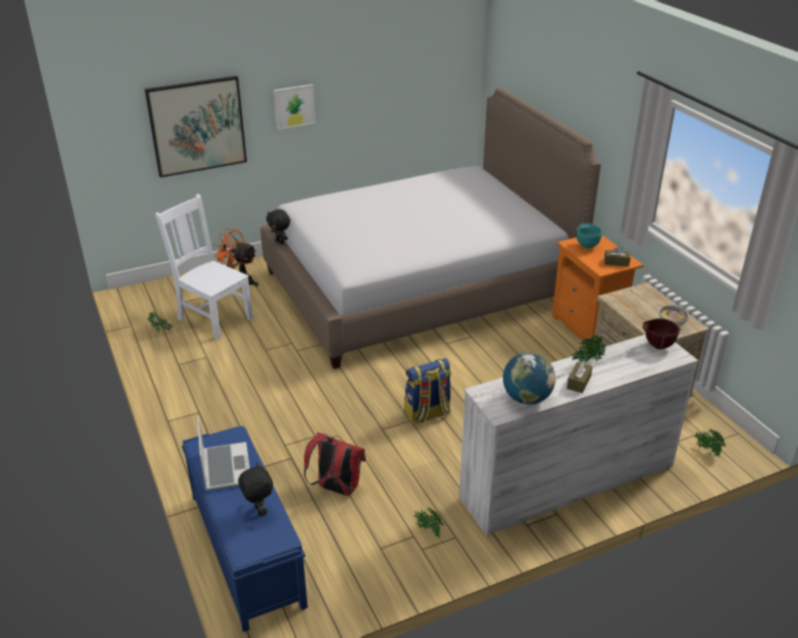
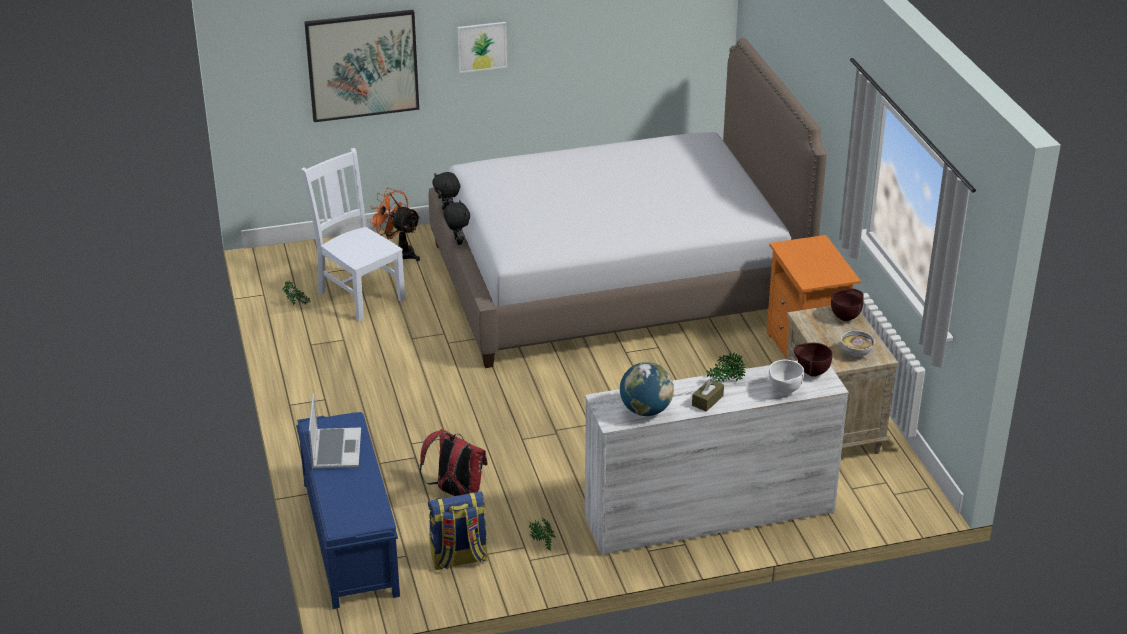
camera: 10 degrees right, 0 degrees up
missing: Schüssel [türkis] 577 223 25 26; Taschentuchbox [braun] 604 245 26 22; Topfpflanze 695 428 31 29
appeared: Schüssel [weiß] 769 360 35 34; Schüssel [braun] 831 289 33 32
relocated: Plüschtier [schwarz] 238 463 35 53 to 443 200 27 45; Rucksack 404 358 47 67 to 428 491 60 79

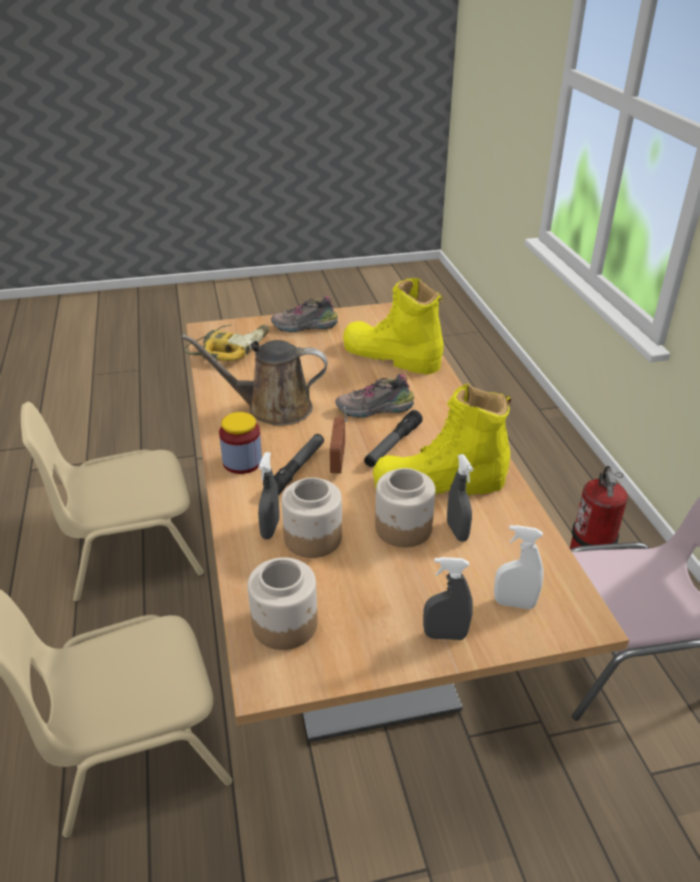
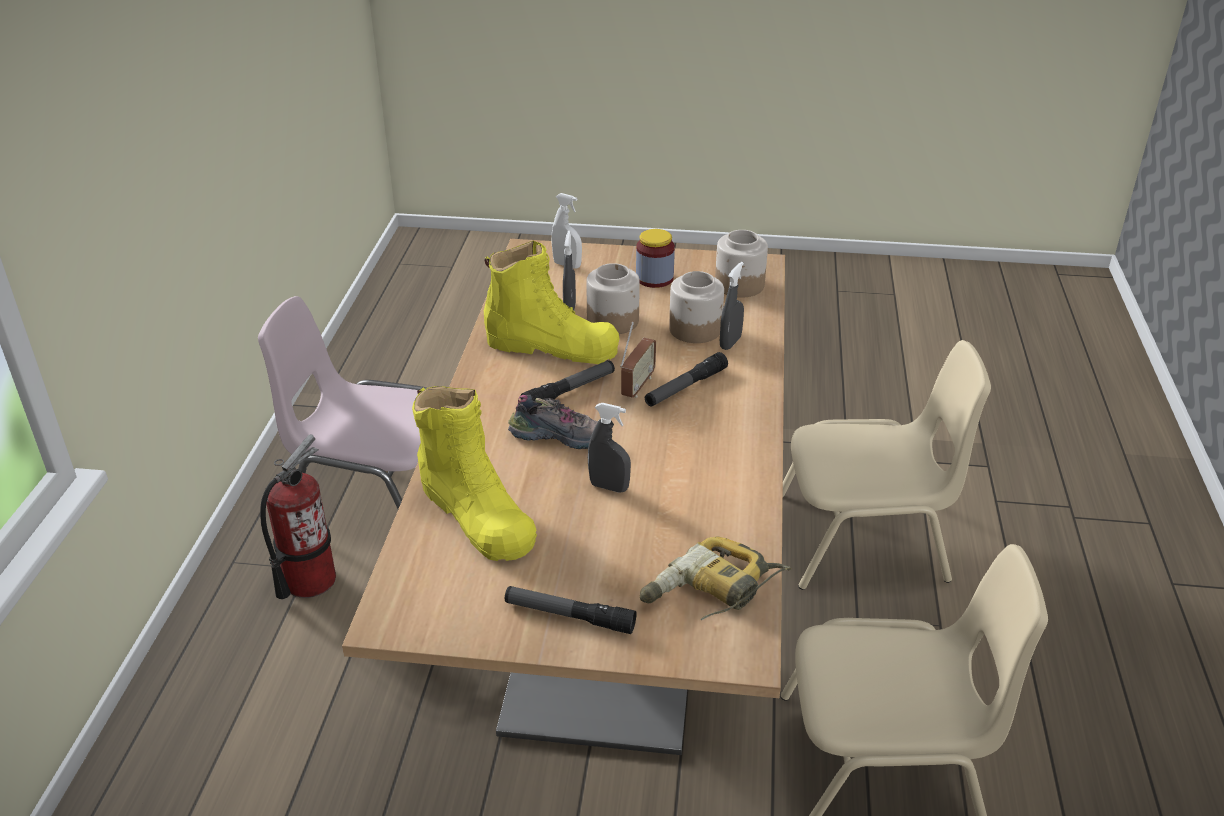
camera: 160 degrees left, 0 degrees up
missing: Gießkanne [braun] 181 335 147 91
relocated: Vorratsglas 219 412 43 62 to 636 229 39 59; Sprühflasche [grau] 423 557 50 83 to 588 403 43 90
exchanged: Schuh 271 296 67 36 to Taschenlampe 505 586 131 48

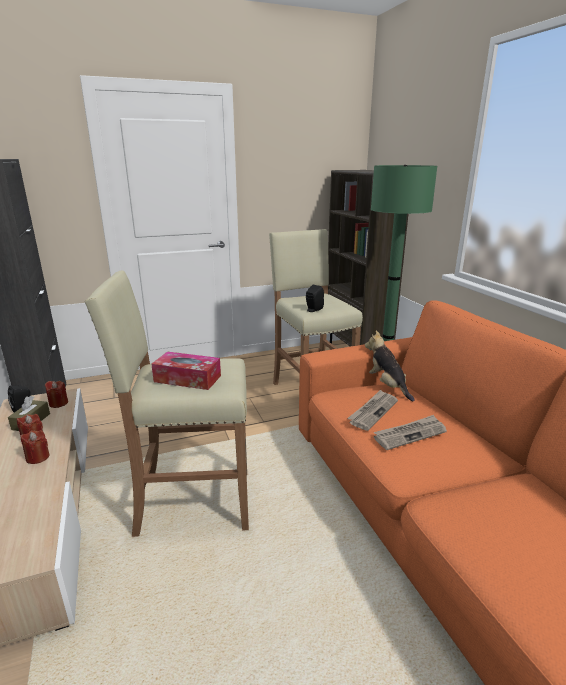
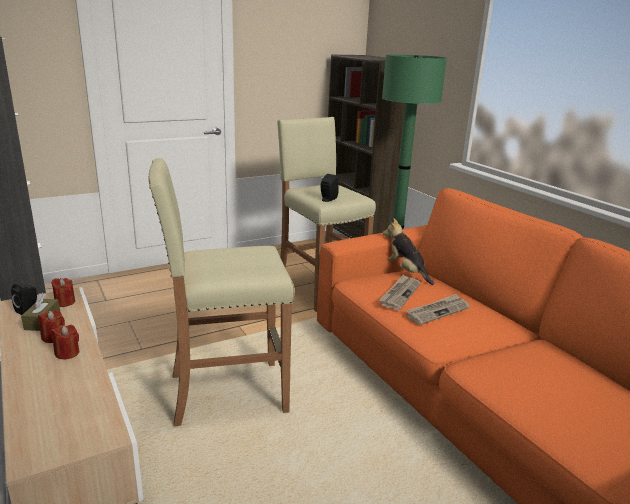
camera: 10 degrees left, 0 degrees up
missing: Taschentuchbox 151 352 70 38

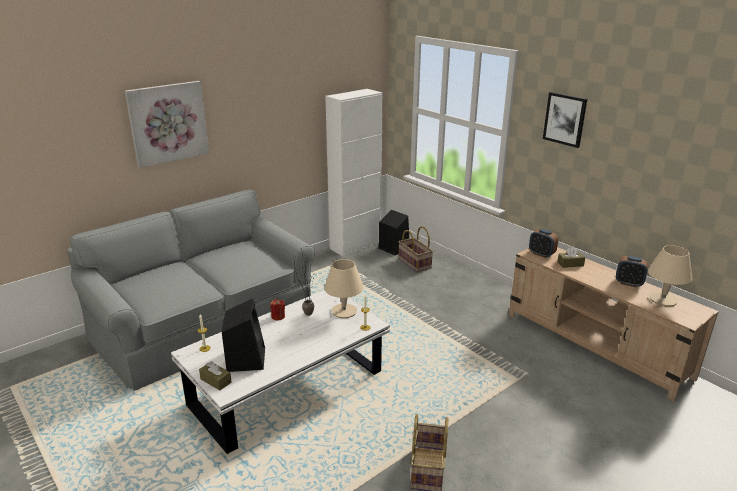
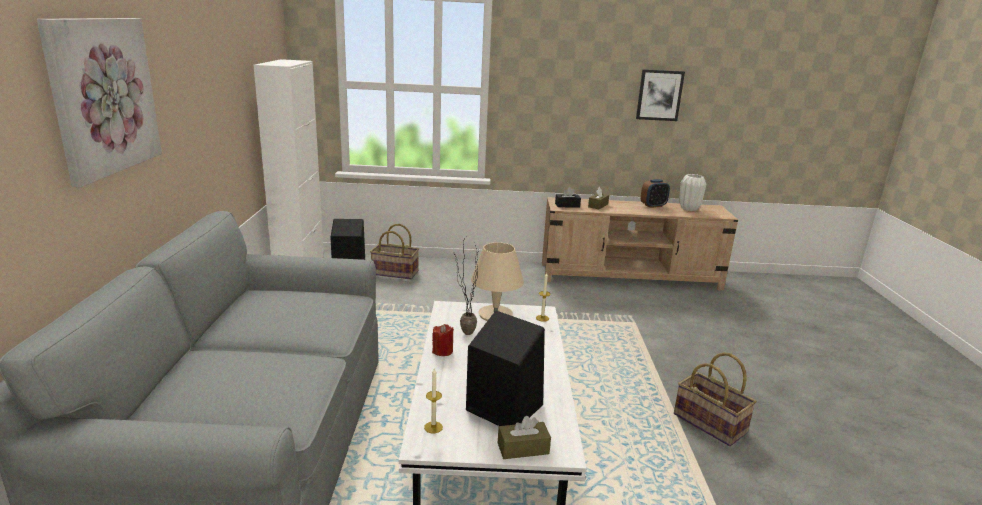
camera: 50 degrees left, 5 degrees down
relocated: Bild 543 92 44 56 to 636 69 49 52
exchanged: Wecker 529 229 29 29 to Taschentuchbox [schwarz] 555 187 26 20; Tischlampe [beige] 648 245 44 62 to Vase [weiß] 679 174 27 37

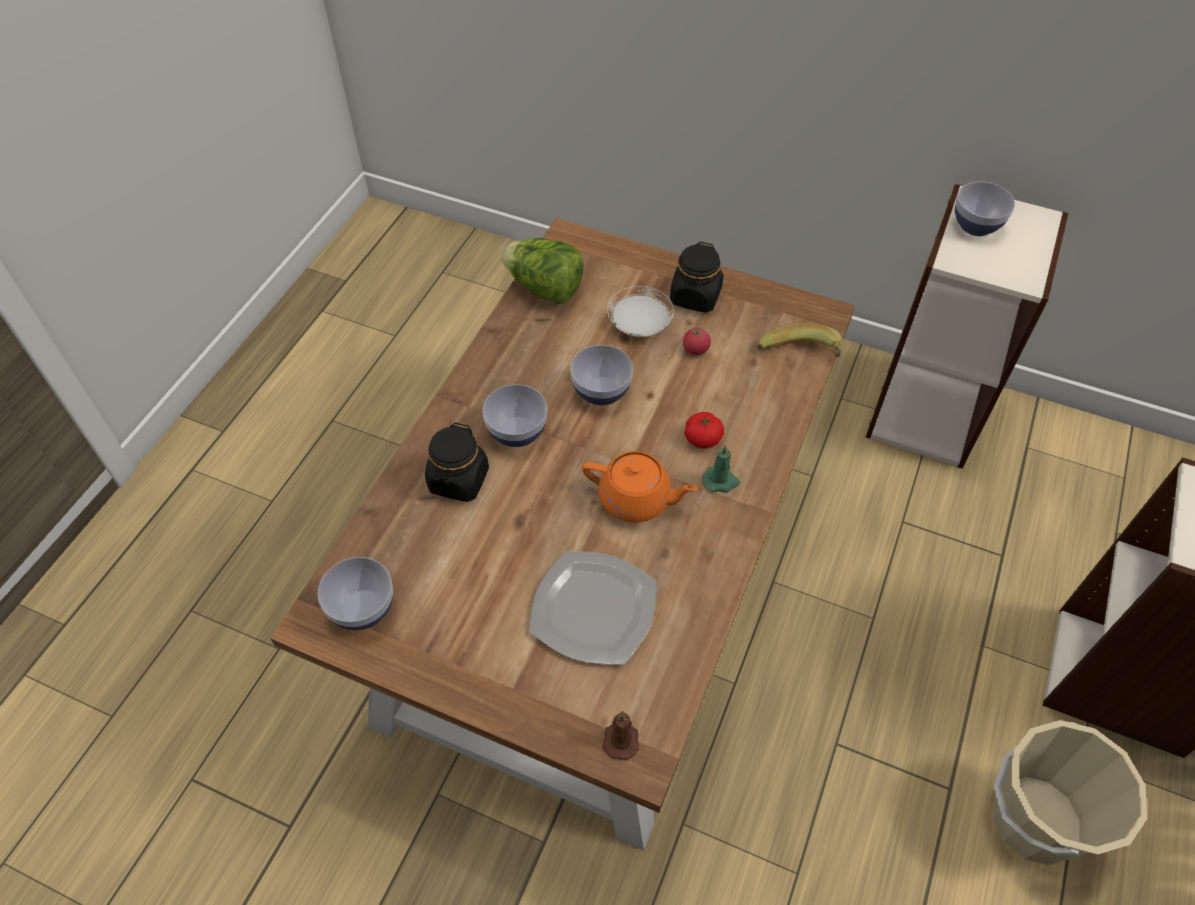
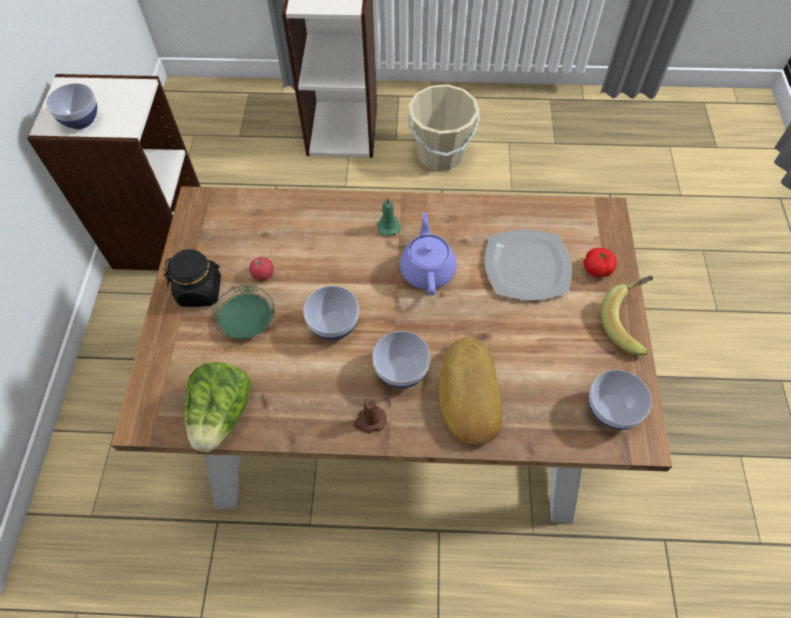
camera: 110 degrees left, 5 degrees up
relocated: Kerze [braun] 602 711 37 49 to 354 399 33 34; Tomate 684 412 40 37 to 584 248 33 30; Banane 757 324 85 34 to 601 276 52 79
exchanged: Vorratsglas [schwarz] 425 422 64 80 to Brot 439 337 63 109
colour: Teekanne [orange] 582 451 116 72 to Teekanne [lila] 400 212 56 83; Teller [weiß] 607 286 67 51 to Teller [grün] 212 286 62 53

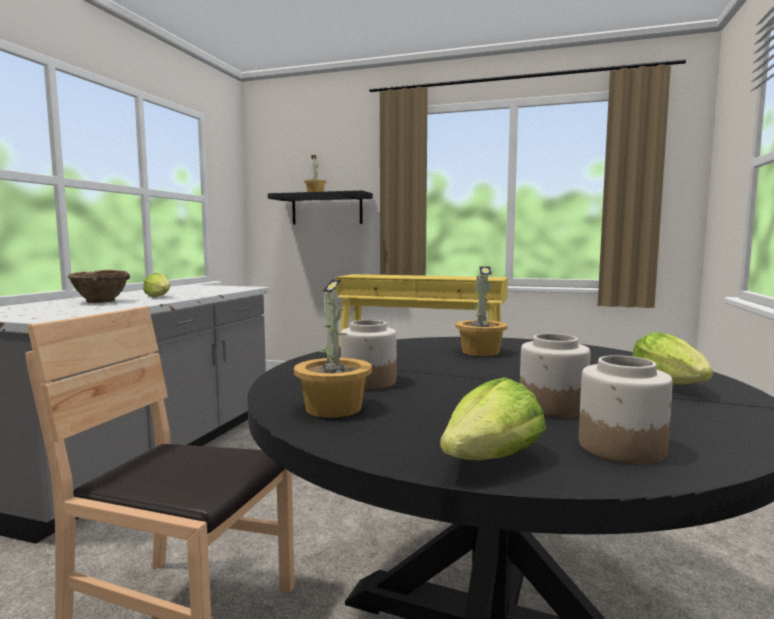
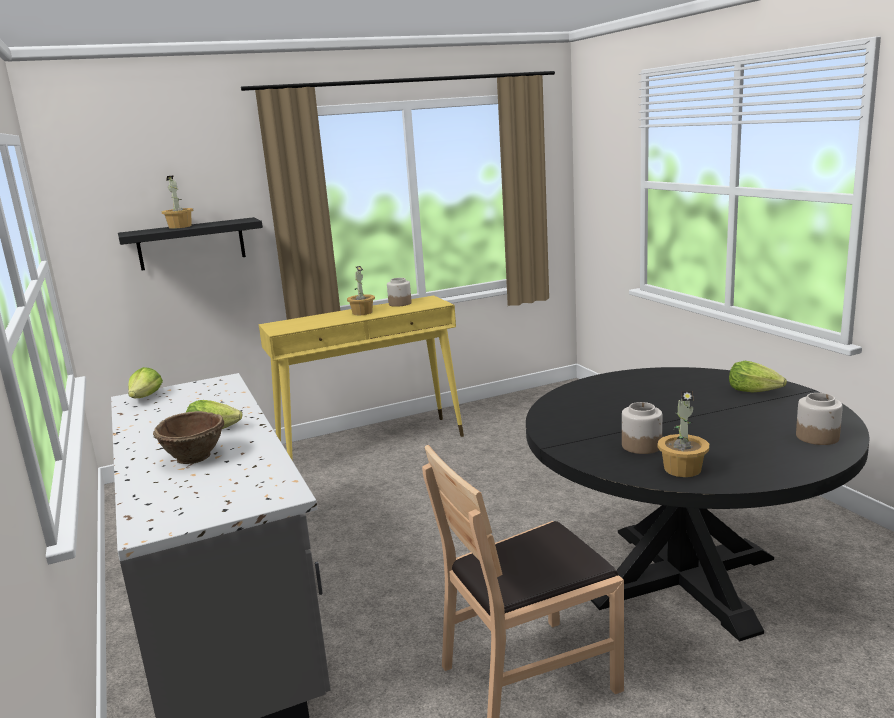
camera: 40 degrees left, 10 degrees up
relocated: Salatkopf 440 377 106 84 to 128 367 35 31; Topfpflanze 456 267 52 89 to 347 266 28 49; Vorratsglas 520 334 70 84 to 387 278 25 29

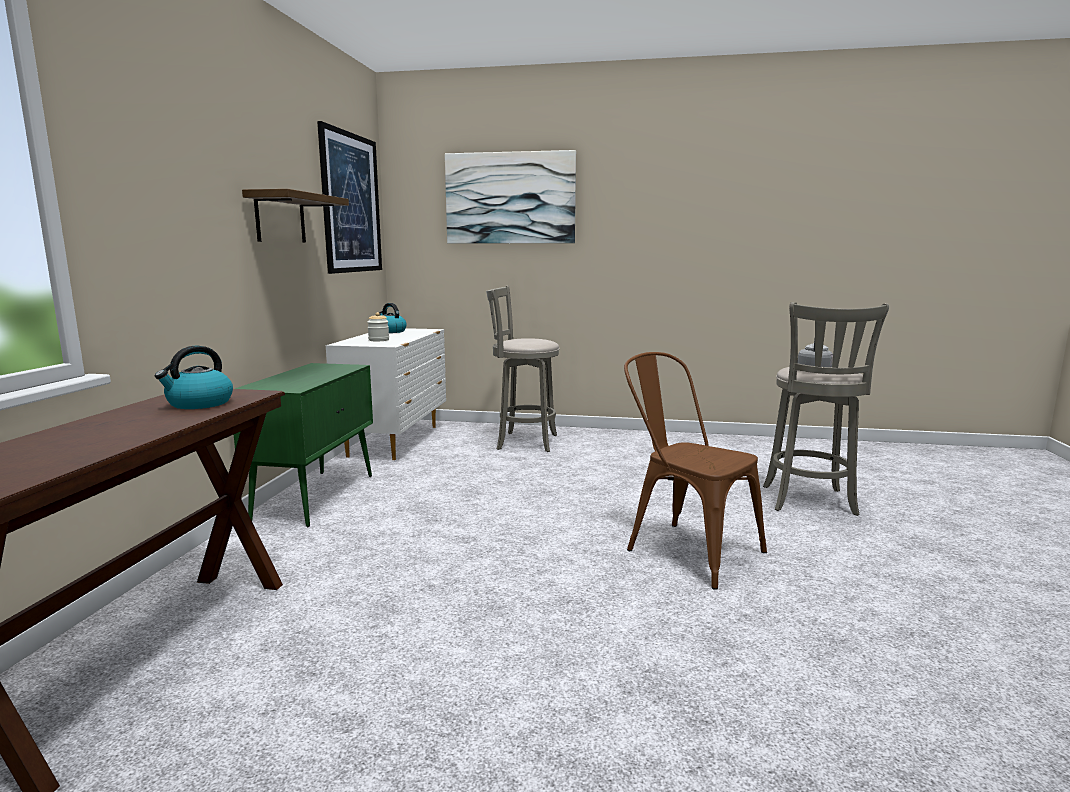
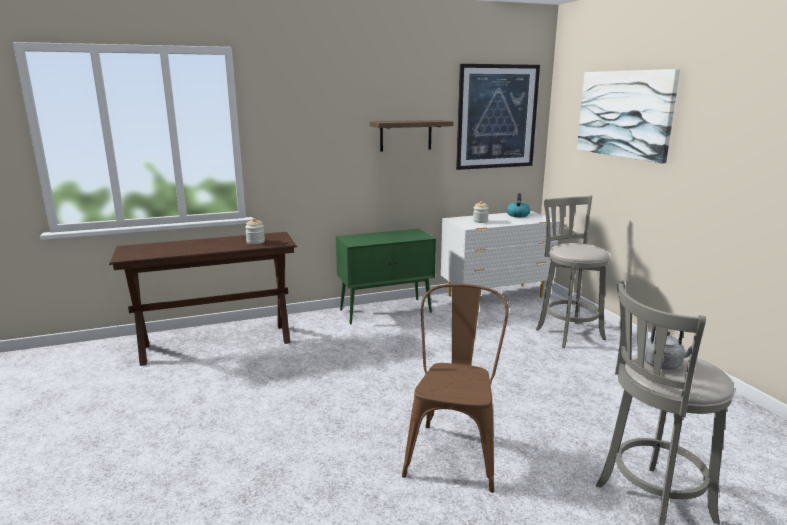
camera: 60 degrees right, 5 degrees up
exchanged: Wasserkessel 155 346 78 63 to Vorratsglas 245 218 20 26

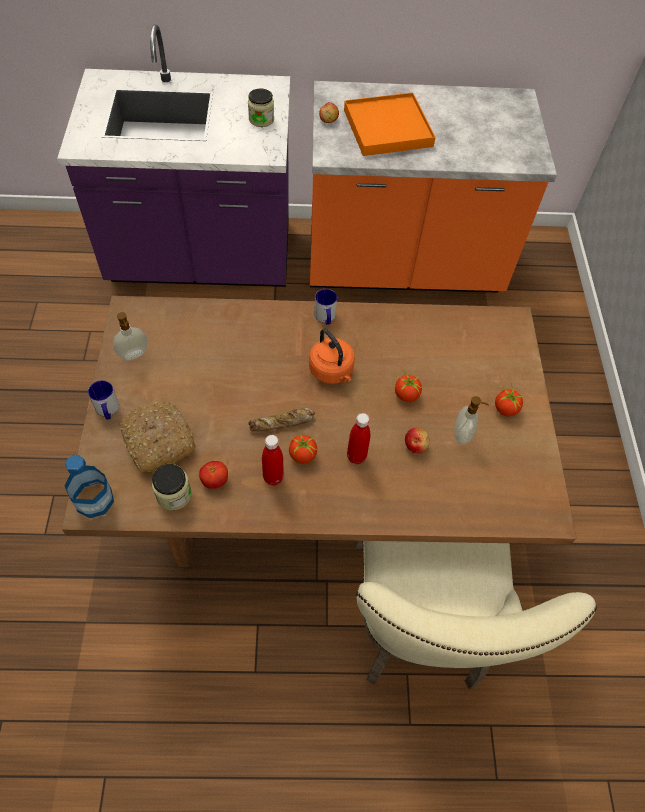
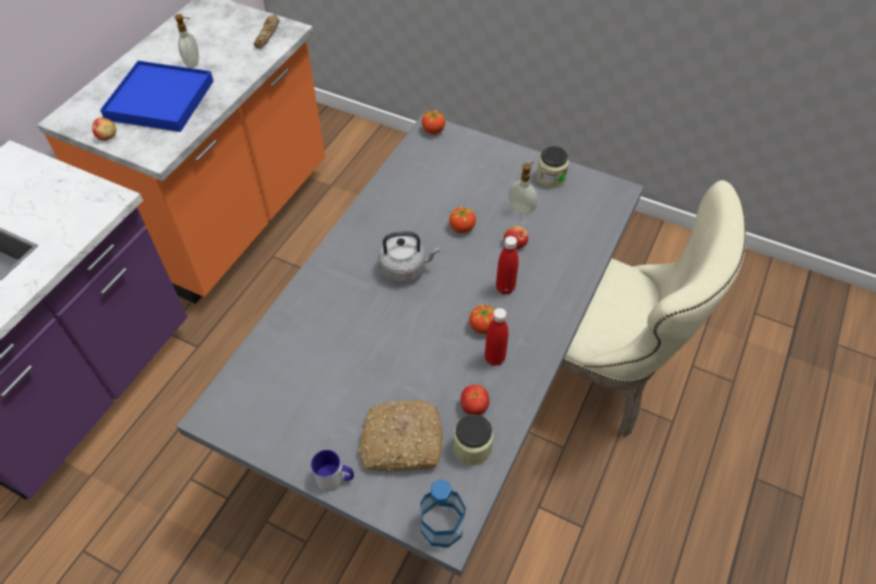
camera: 60 degrees left, 5 degrees down
missing: Henkelbecher 314 289 23 36
relocated: Seifenspender 113 312 34 49 to 175 14 24 54; Vorratsglas 248 88 26 39 to 536 146 33 42; Brot 248 408 67 24 to 253 15 26 33; Tomate 495 384 29 33 to 422 109 24 25
colour: Esstisch [braun] 62 296 515 271 to Esstisch [grau] 176 113 468 464; Wasserkessel [orange] 309 329 46 55 to Wasserkessel [grau] 378 231 62 52; Tablett [orange] 344 92 92 64 to Tablett [blau] 100 61 113 71

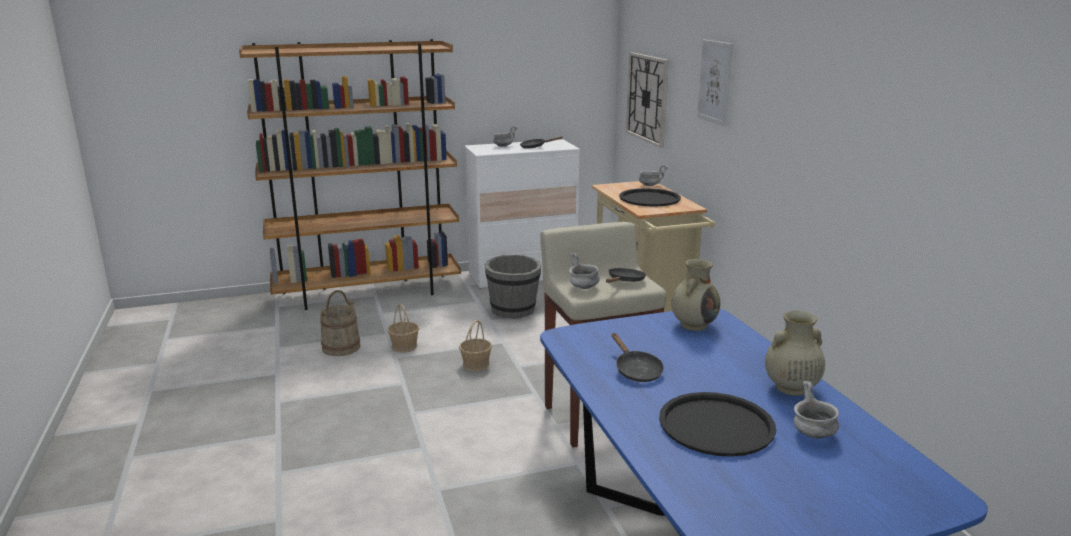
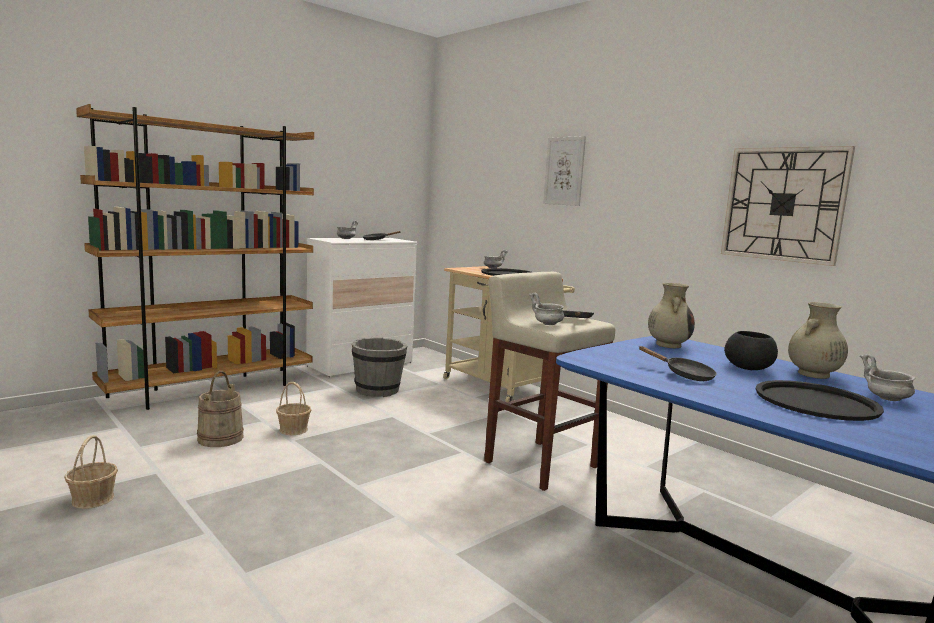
camera: 25 degrees left, 10 degrees down
appeared: Schüssel [schwarz] 724 331 54 39
relocated: Korb 459 320 33 51 to 64 435 54 74; Wanduhr 626 52 43 96 to 721 146 134 120

